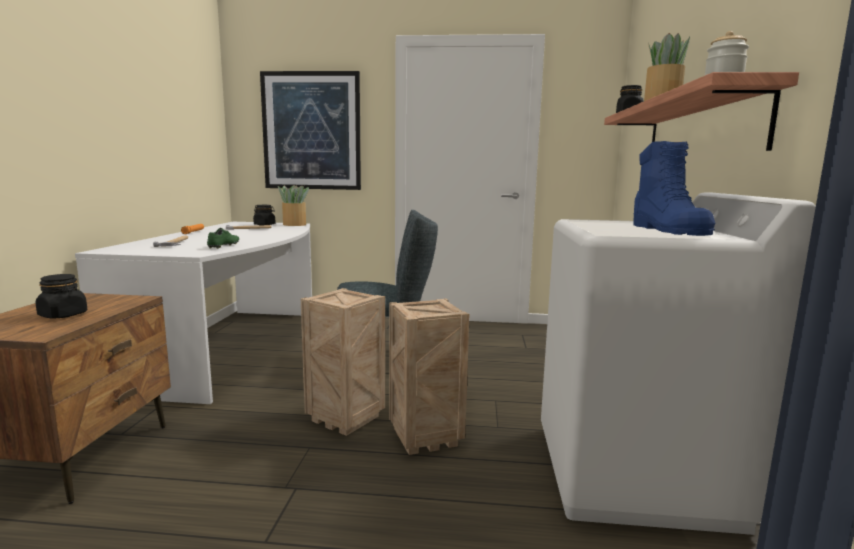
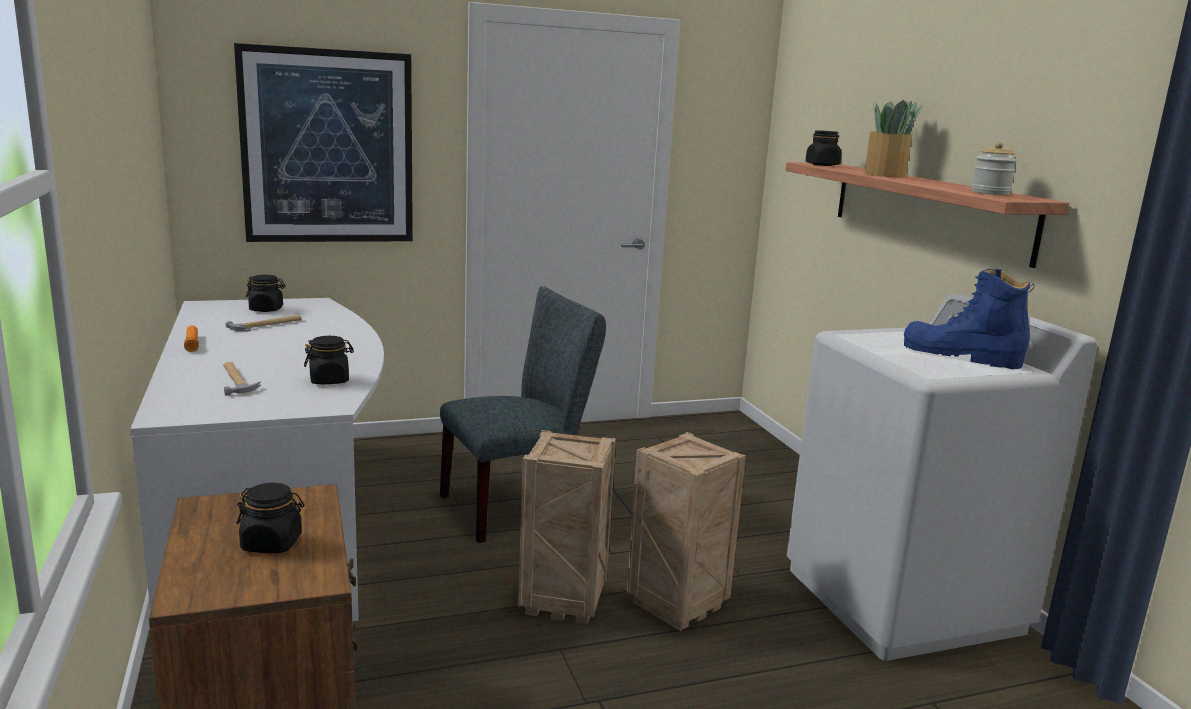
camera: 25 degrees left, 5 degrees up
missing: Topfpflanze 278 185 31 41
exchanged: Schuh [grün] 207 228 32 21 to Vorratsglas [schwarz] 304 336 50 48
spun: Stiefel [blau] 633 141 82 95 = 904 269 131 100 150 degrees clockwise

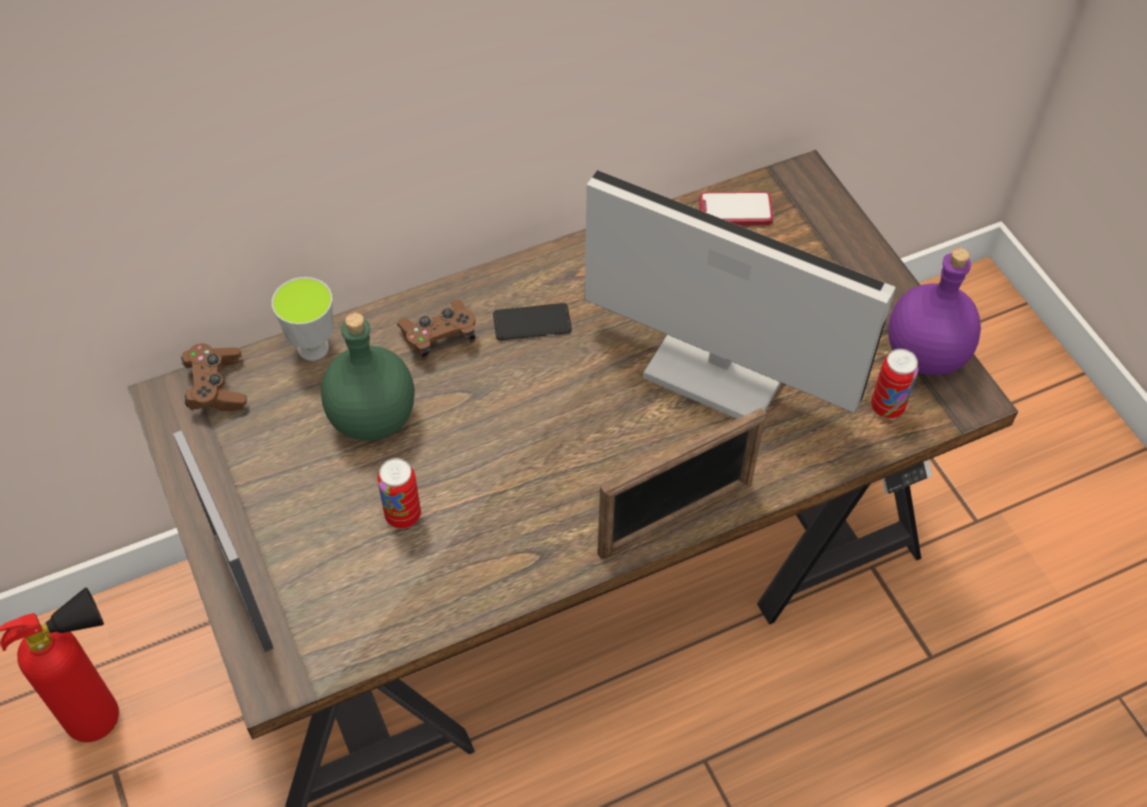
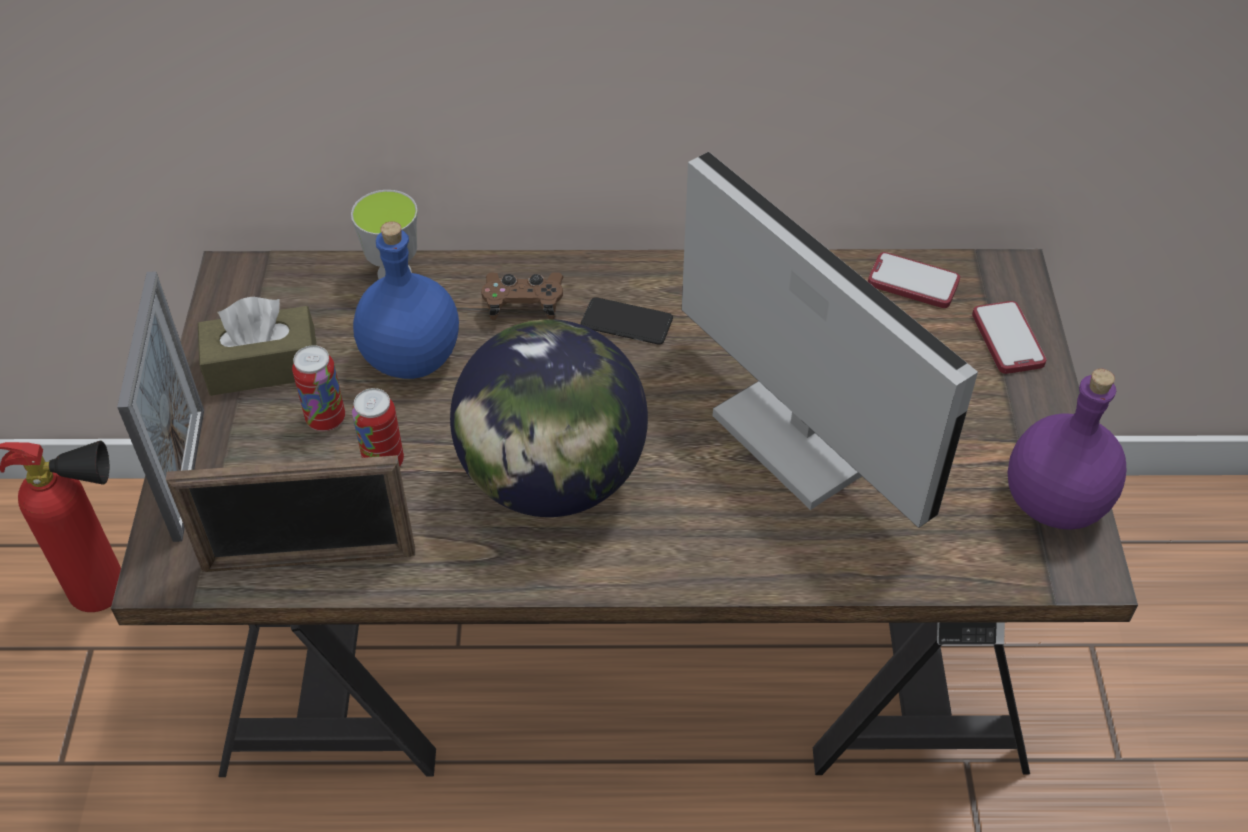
camera: 25 degrees right, 5 degrees down
missing: Gamepad [braun] 181 343 66 68
appeared: Taschentuchbox [braun] 198 297 119 99; Globus 450 319 198 198; Handy 972 301 74 73
relocated: Bilderrahmen 597 407 169 153 to 166 455 249 117; Dose 871 349 47 70 to 292 345 53 87
colour: Flasche [grün] 321 313 94 128 to Flasche [blau] 353 221 106 158

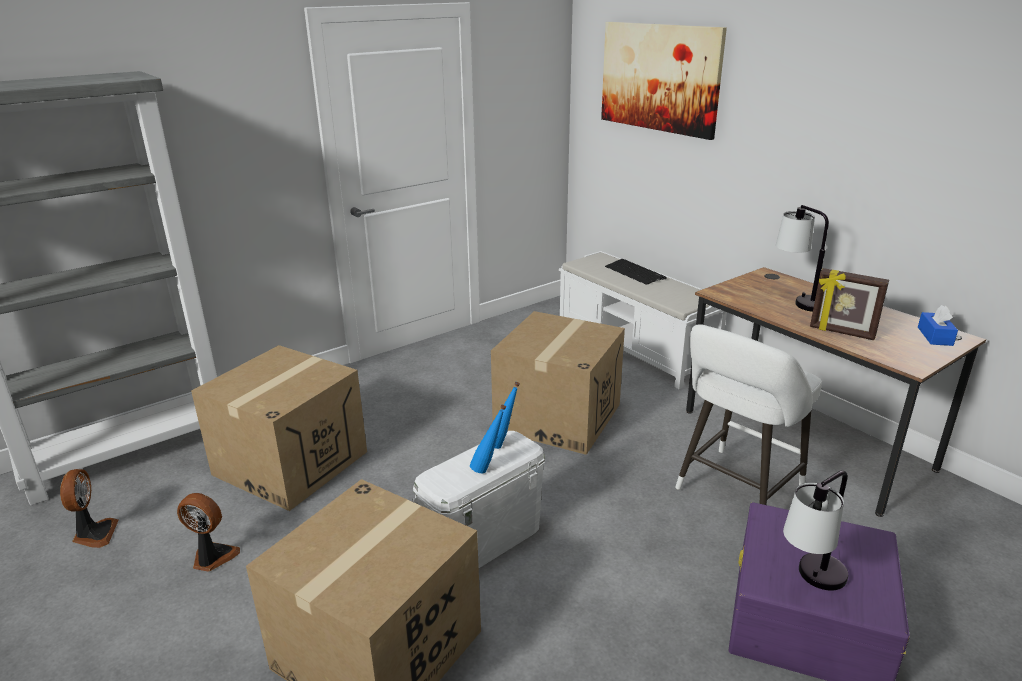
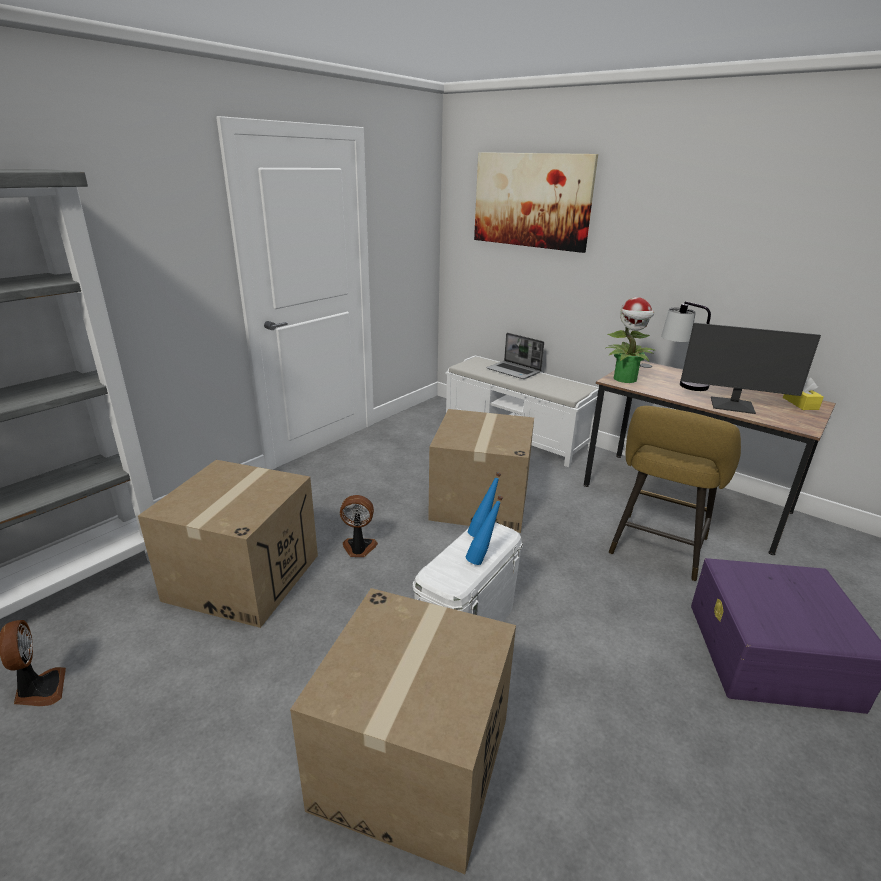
camera: 15 degrees left, 0 degrees up
missing: Tischlampe 783 470 65 121
appeared: Topfpflanze 606 297 50 86
relocated: Ventilator 177 493 63 79 to 340 495 38 62
exchanged: Tastatur 605 259 62 26 to Laptop 487 333 57 46; Bilderrahmen 810 268 79 72 to Monitor 681 323 140 91
colour: Hocker [weiß] 675 324 147 181 to Hocker [gelb] 609 406 132 175; Taschentuchbox [blau] 918 305 40 41 to Taschentuchbox [gelb] 783 378 41 32

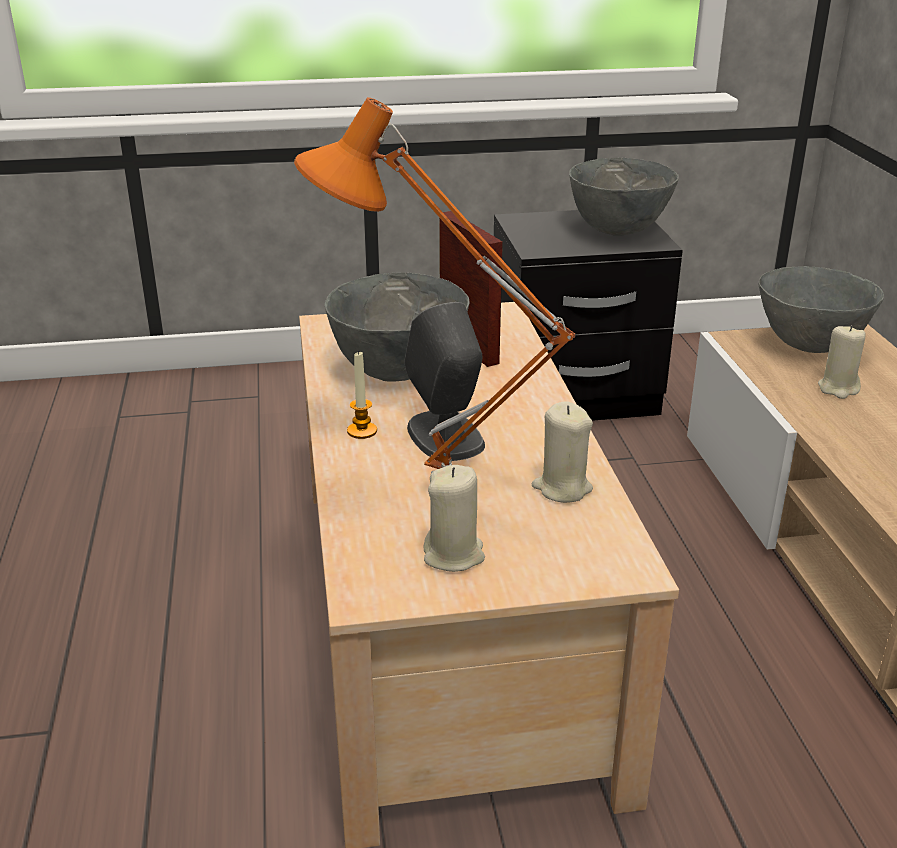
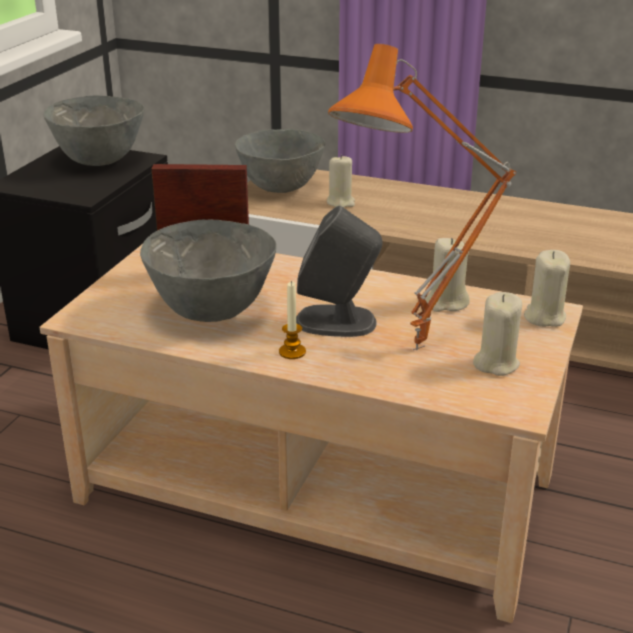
camera: 60 degrees left, 0 degrees up
appeared: Kerze [beige] 524 250 46 77

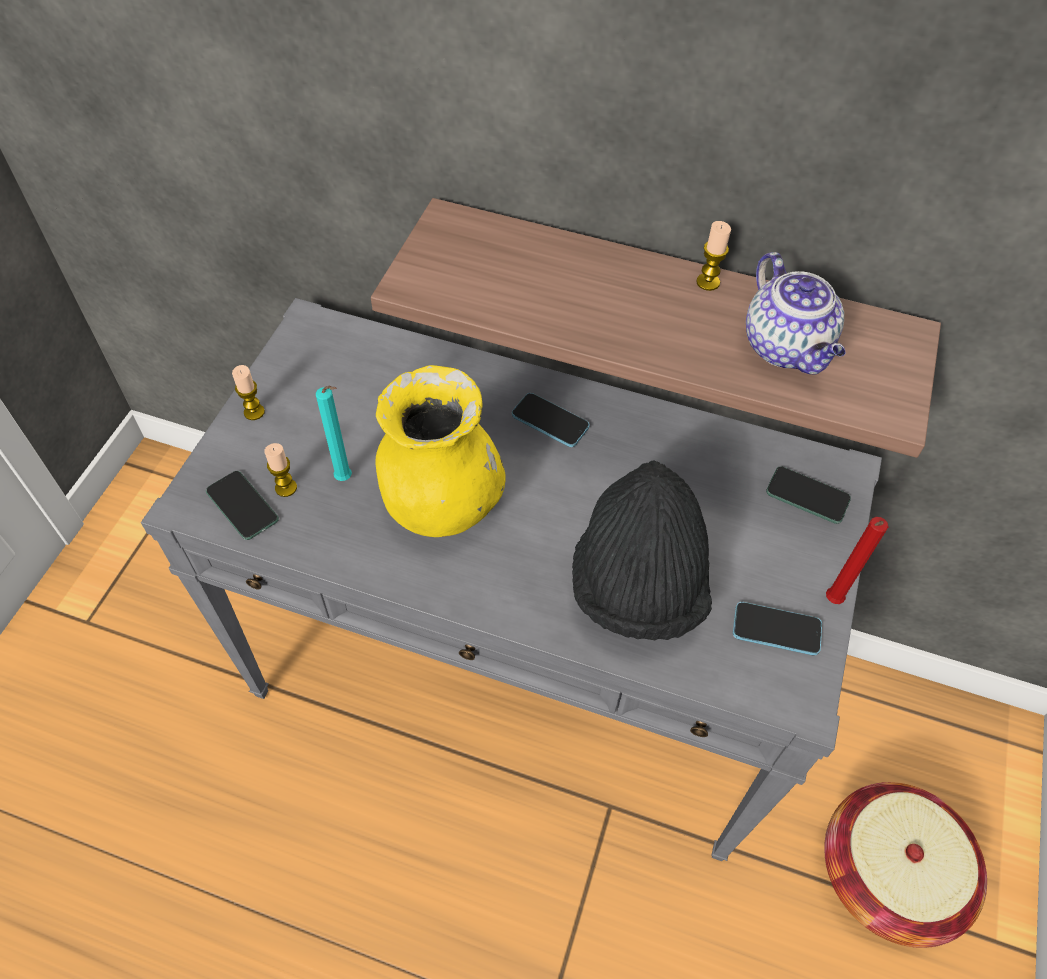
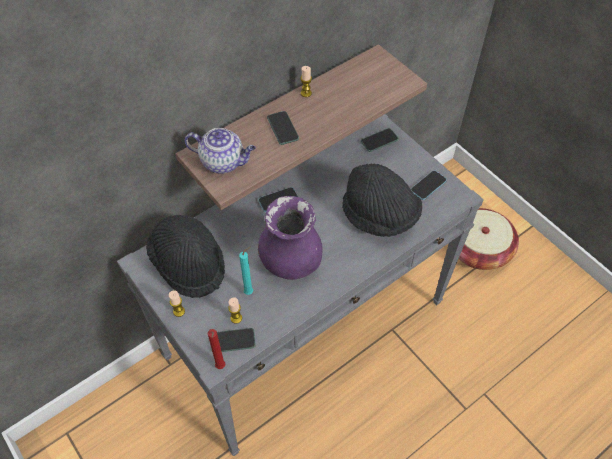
camera: 55 degrees left, 0 degrees up
appeared: Hut [schwarz] 146 215 79 83; Handy 267 111 32 34
relocated: Teekanne 746 252 99 123 to 185 128 71 46; Kerze [rot] 826 517 62 87 to 208 329 17 40
colour: Vase [gelb] 376 365 130 172 to Vase [lila] 258 196 65 84

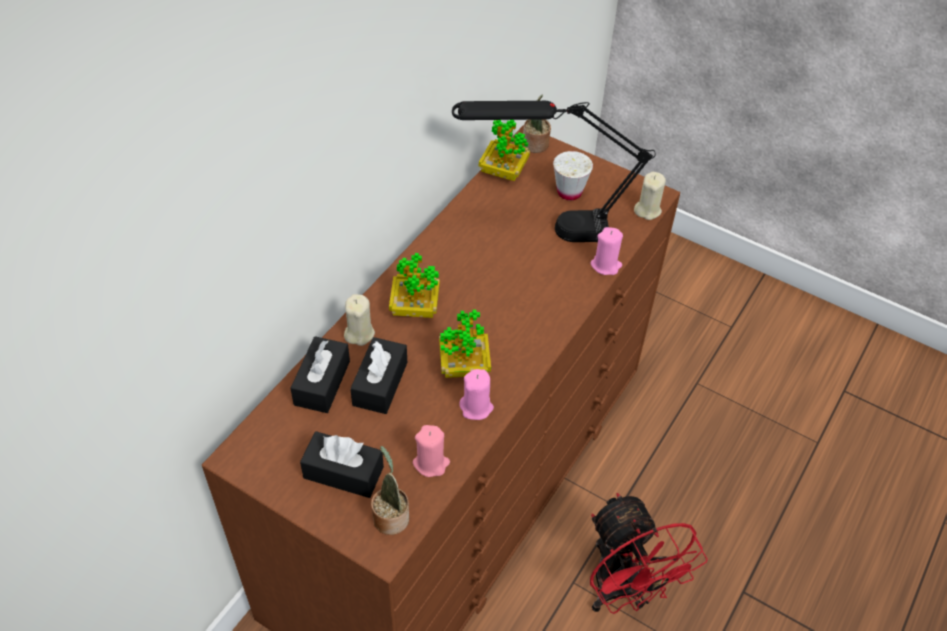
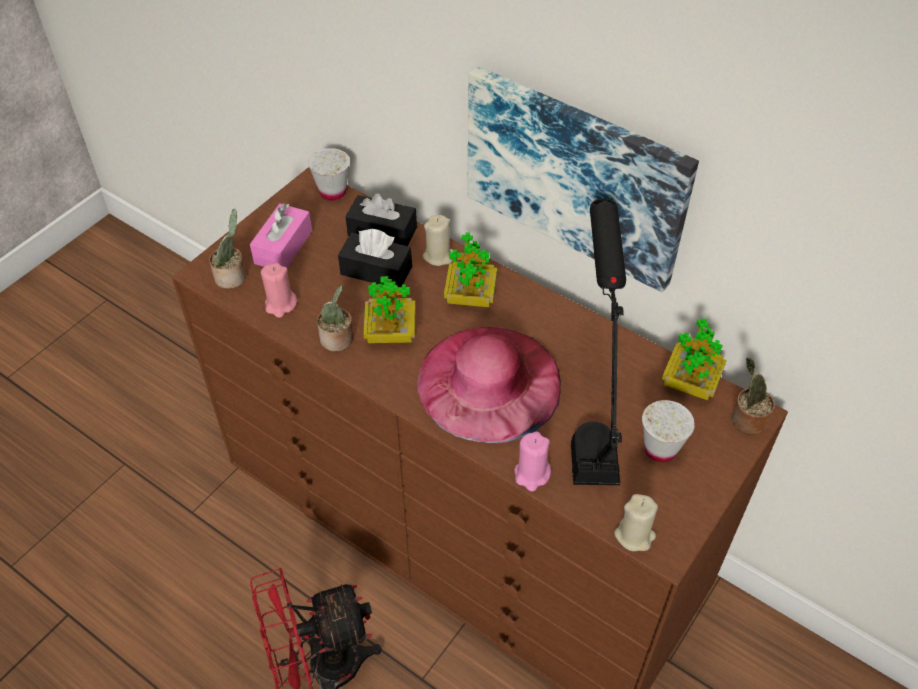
camera: 95 degrees right, 0 degrees up
appeared: Tasse [weiß] 308 148 42 52; Hut [rosa] 417 327 144 116; Bild 468 66 231 227
exchanged: Kerze [rosa] 459 369 35 51 to Topfpflanze 317 285 36 66
colour: Taschentuchbox [schwarz] 300 431 84 67 to Taschentuchbox [rosa] 250 203 62 65

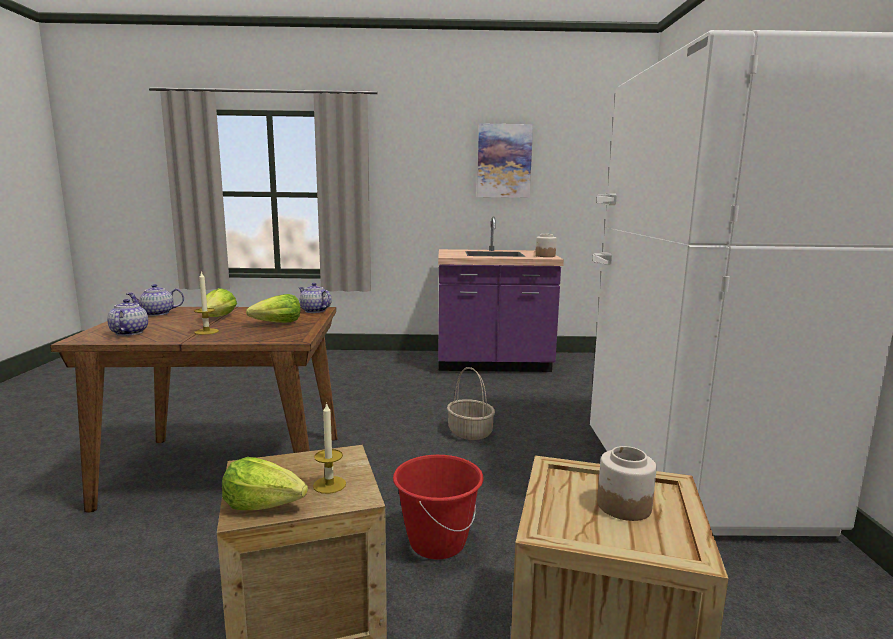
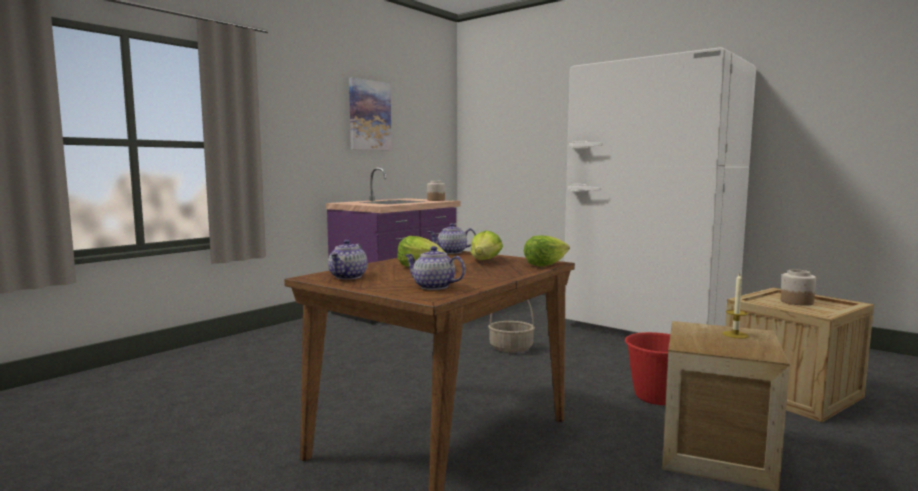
camera: 50 degrees left, 5 degrees down
missing: Kerze 194 271 25 64
relocated: Salatkopf 222 457 86 53 to 524 235 46 32

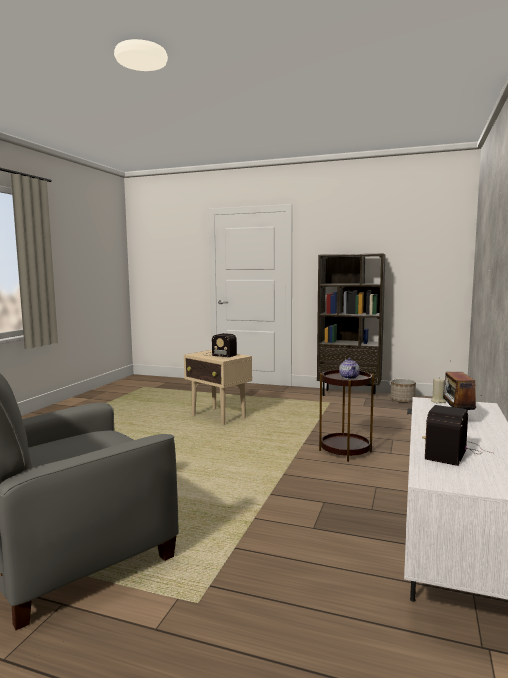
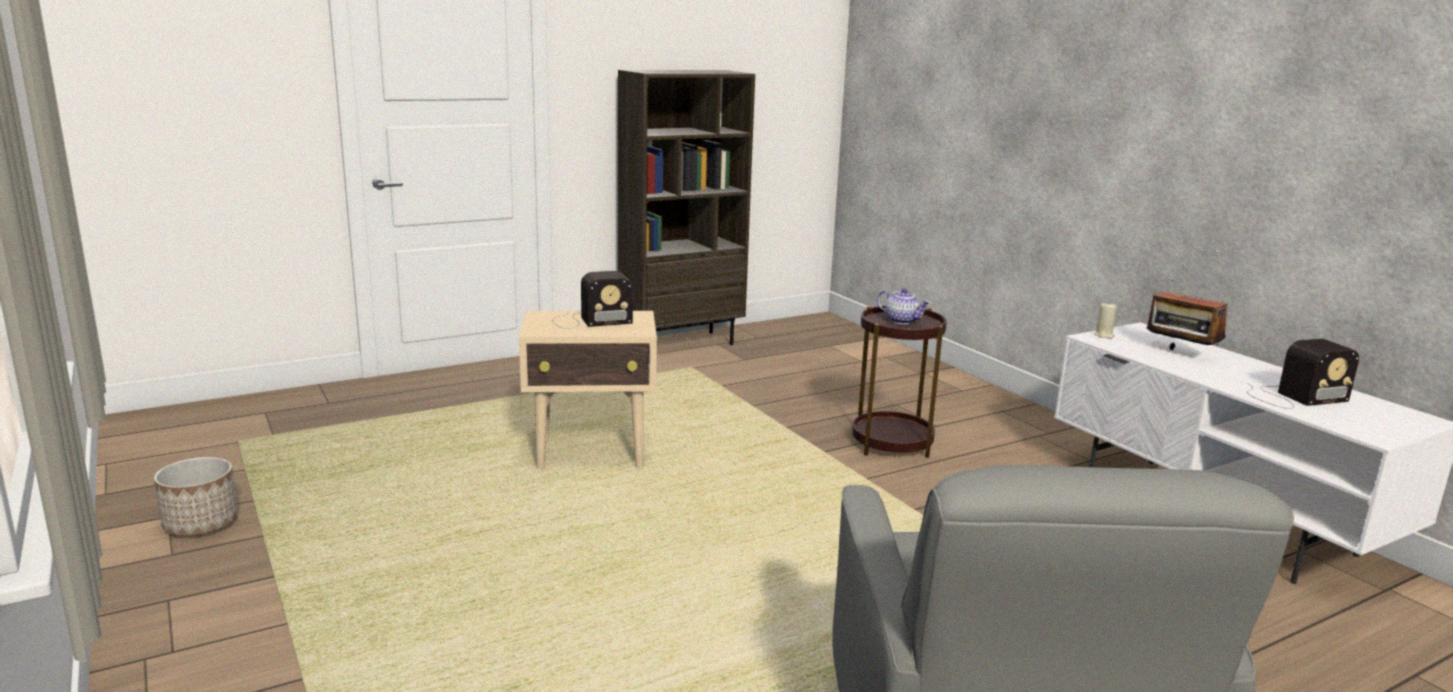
camera: 50 degrees left, 10 degrees up
relocated: Pflanzkübel 391 379 25 24 to 154 457 84 79
spun: Radio 422 405 71 61 = 1247 339 112 70 90 degrees counterclockwise

